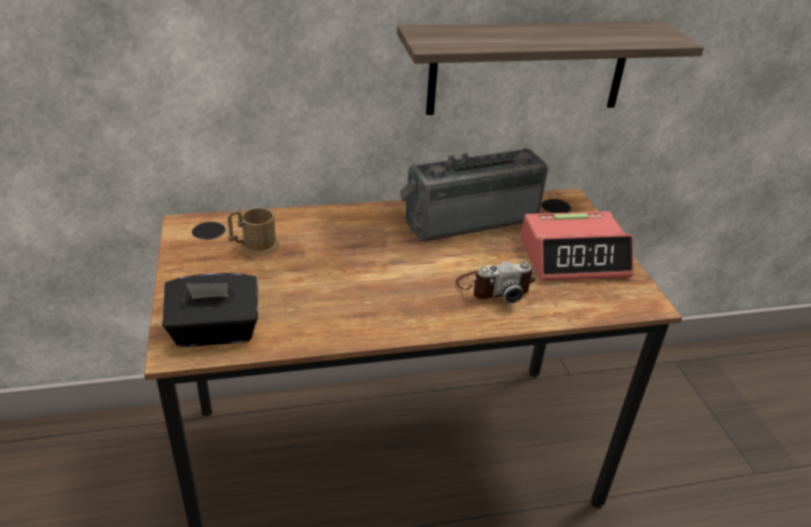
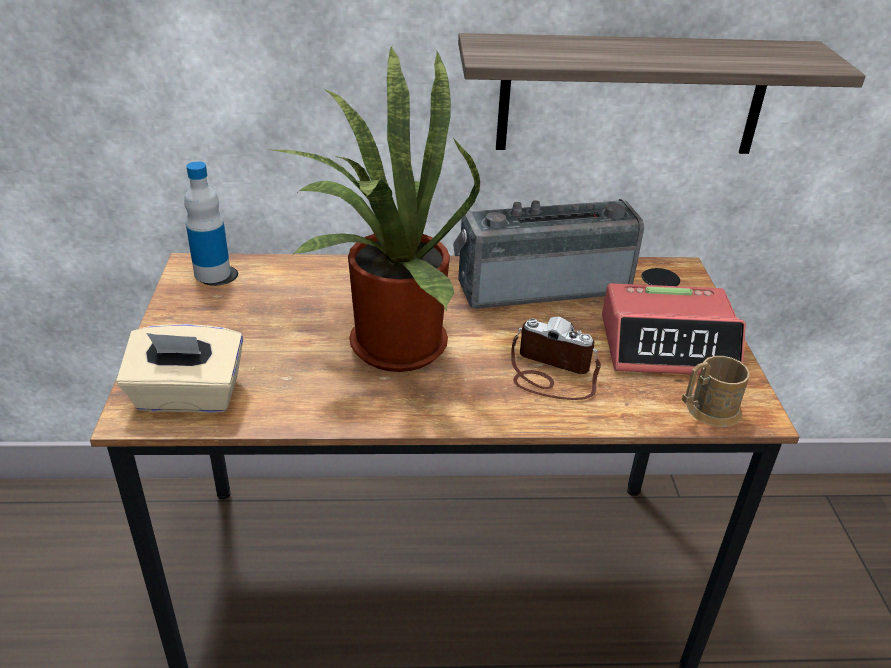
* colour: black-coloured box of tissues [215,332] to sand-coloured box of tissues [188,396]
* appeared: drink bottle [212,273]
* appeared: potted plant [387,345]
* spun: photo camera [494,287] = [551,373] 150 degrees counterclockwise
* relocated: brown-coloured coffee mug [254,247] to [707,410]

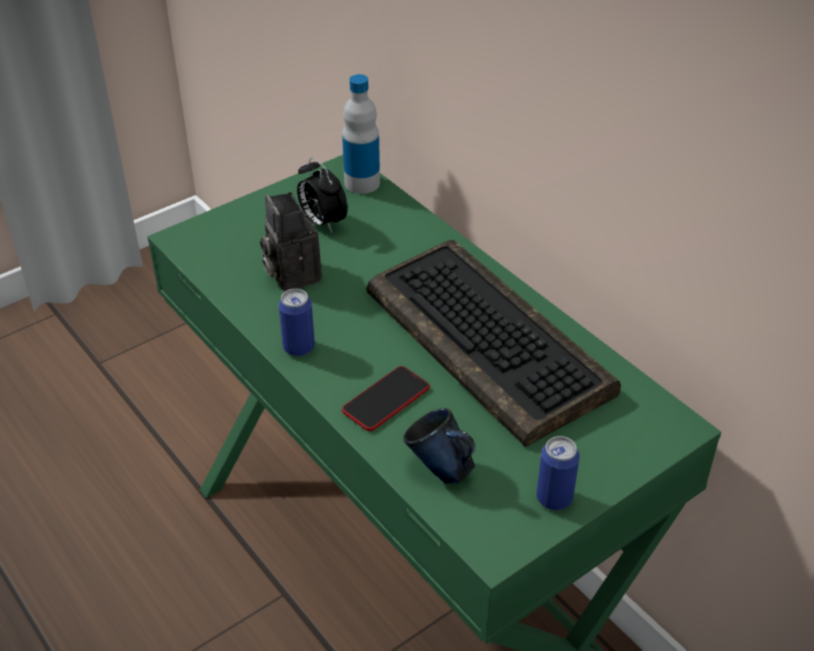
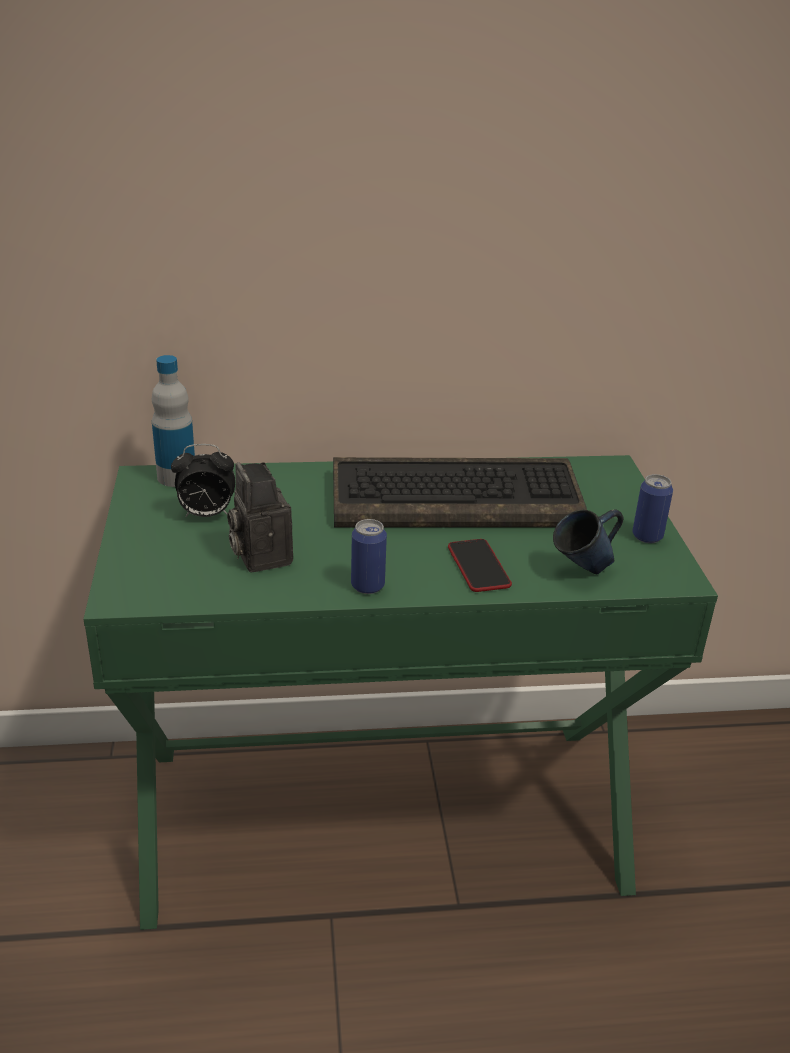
* spun: photo camera [291,274] = [259,555] 60 degrees clockwise

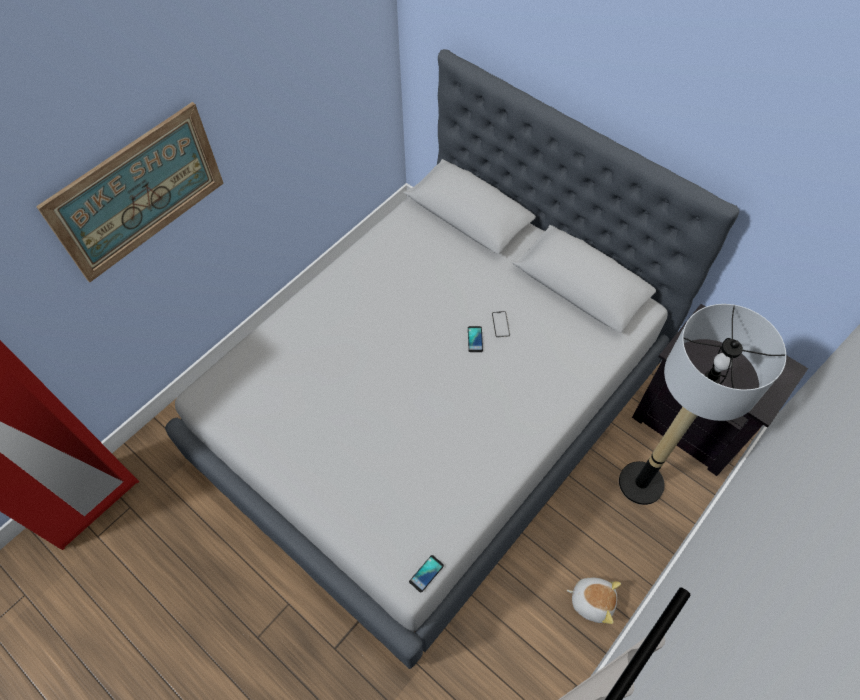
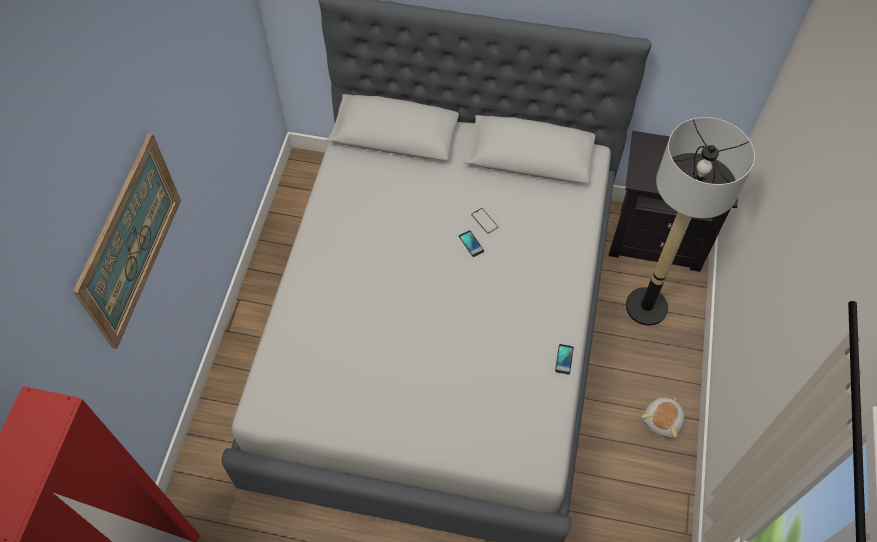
* relocated: handset [426,573] to [564,359]
* spun: plush toy [592,600] = [663,421] 135 degrees clockwise

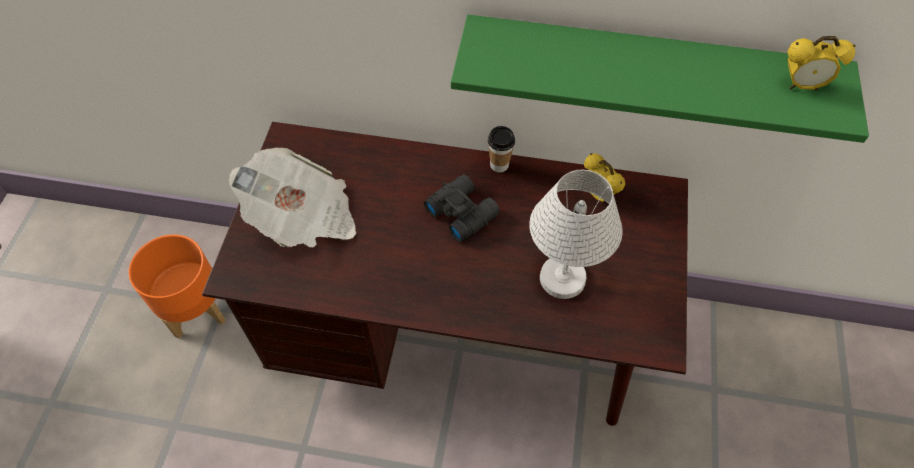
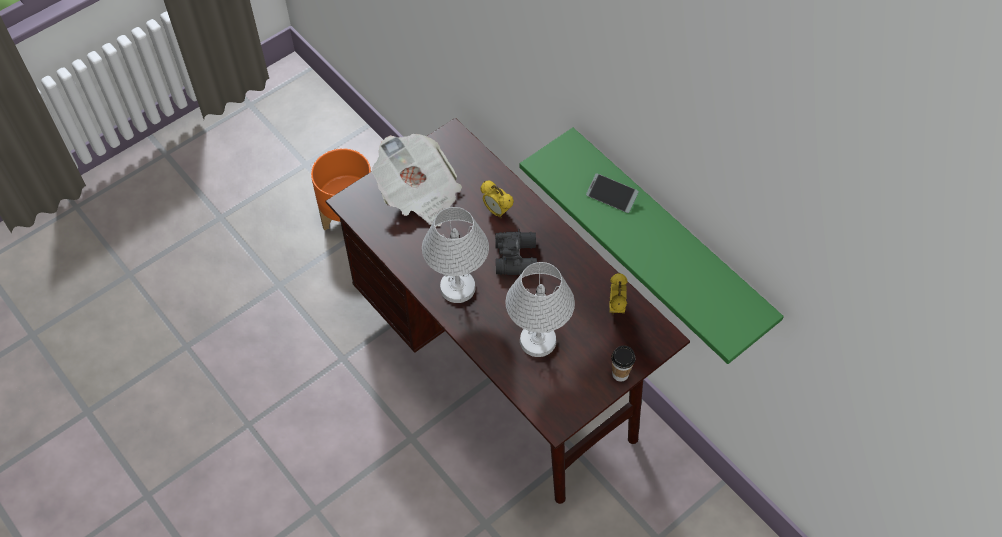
* appeared: white tabletop lamp [458,287]
* relocated: alarm clock [802,86] to [497,211]
* appeared: handset [611,196]
* relocated: cup [499,165] to [620,374]

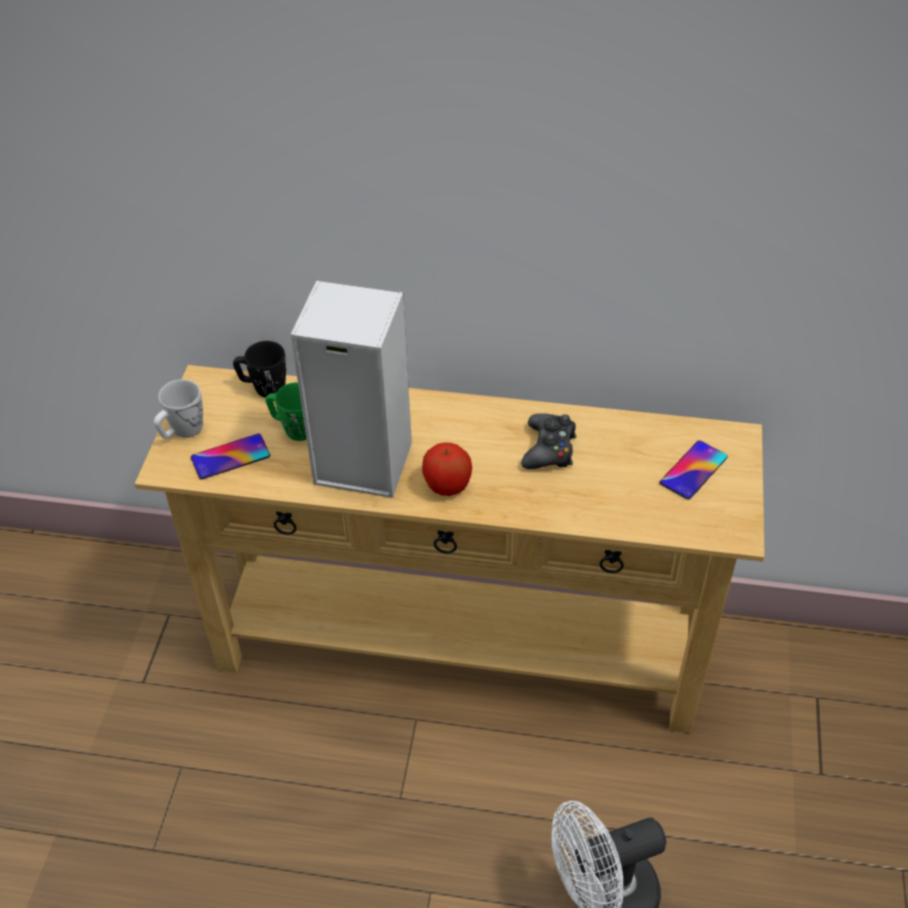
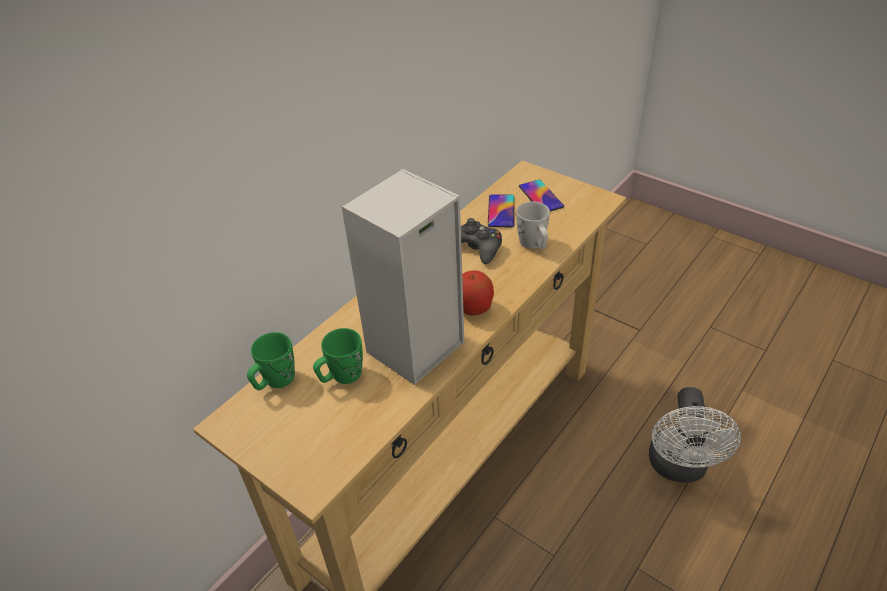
* colour: black-coloured coffee mug [263,387] to greenish coffee mug [275,382]
* relocated: handset [230,457] to [501,211]
* relocated: white coffee mug [182,431] to [534,245]

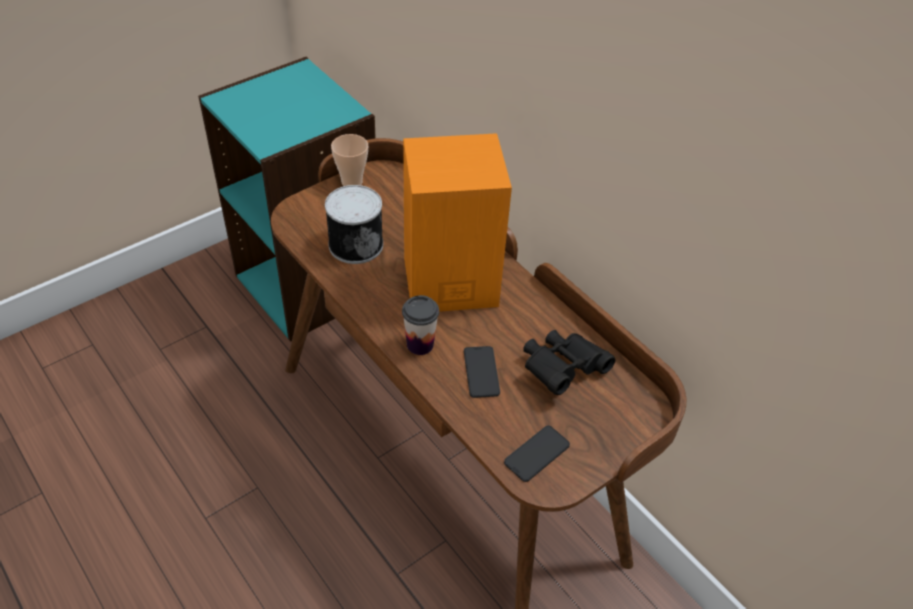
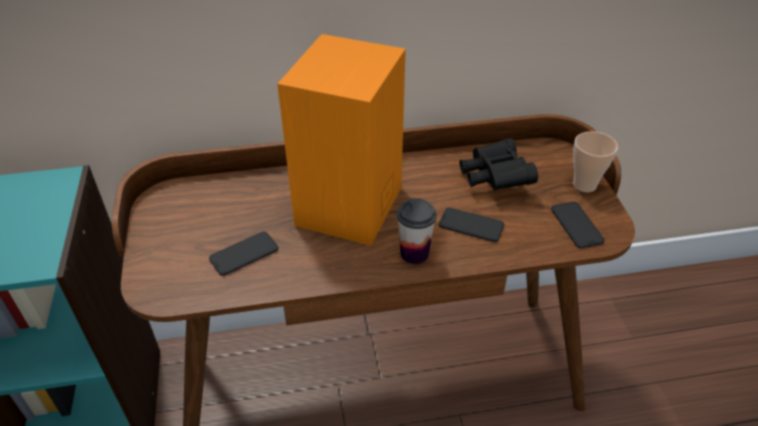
* exchanged: sealed can [355,243] to handset [244,254]
* relocated: cup [352,182] to [584,185]

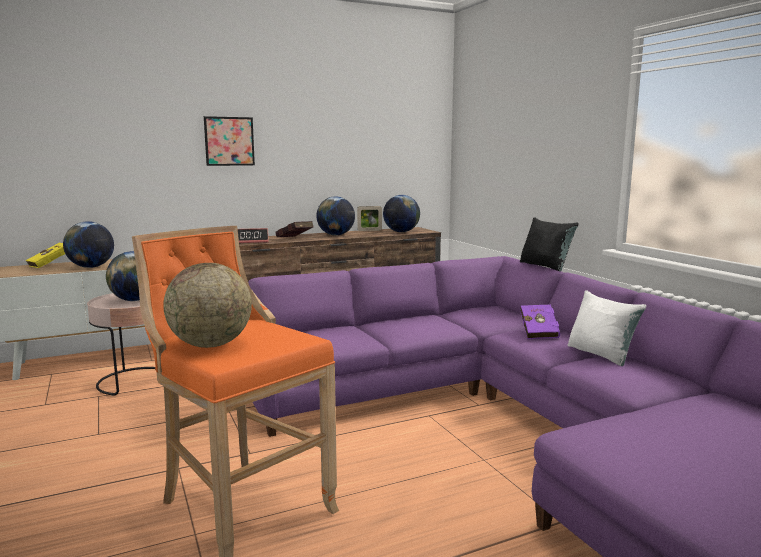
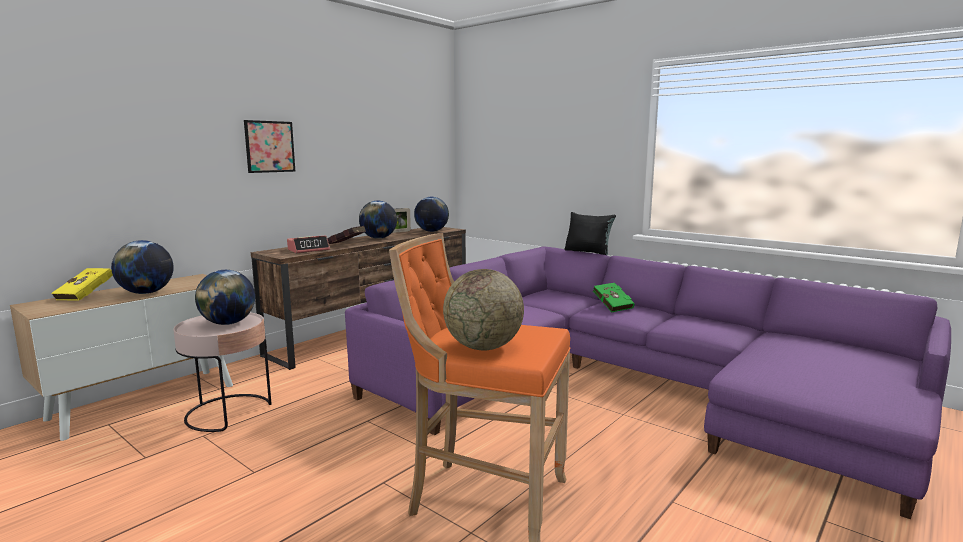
* colour: purple volume [538,333] to greenish volume [612,306]
* missing: white pillow [601,354]

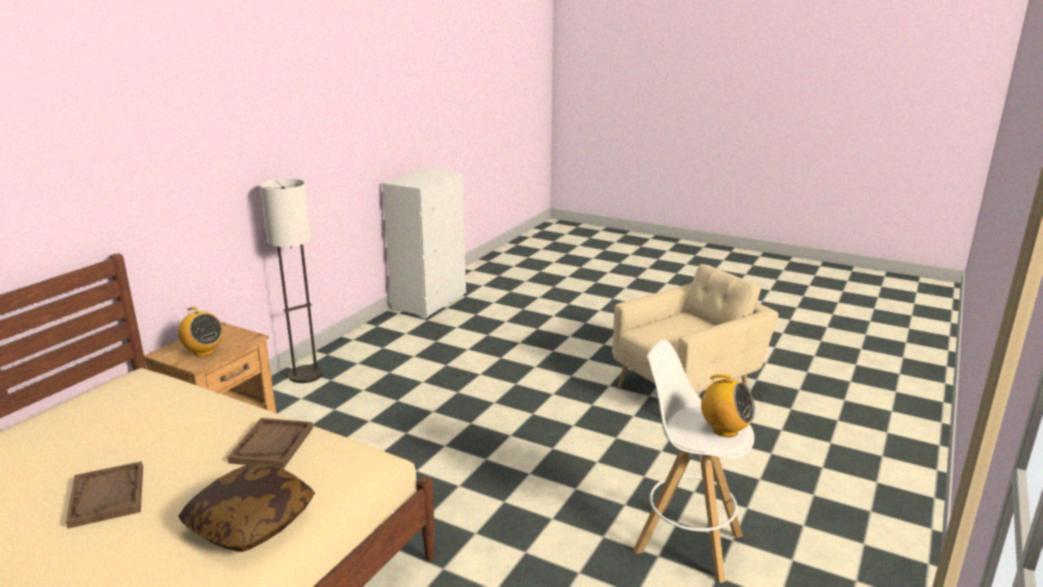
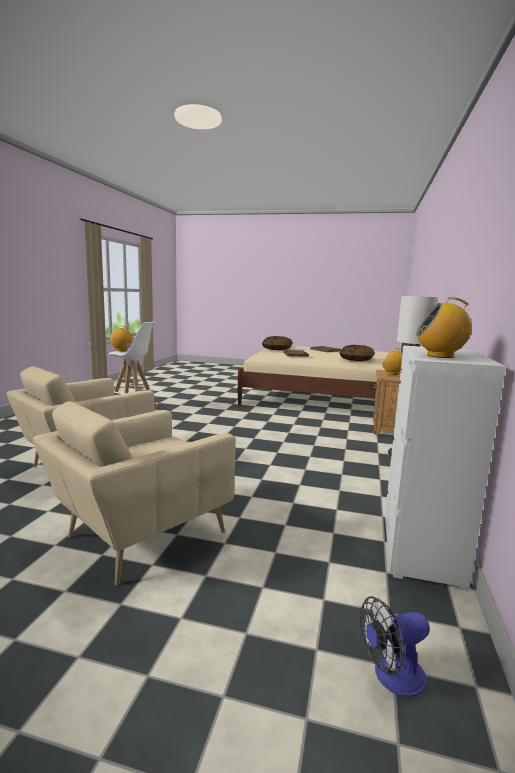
* appeared: sand-coloured armchair [140,536]
* appeared: pillow [356,360]
* appeared: fan [391,676]
* appeared: radio receiver [440,356]

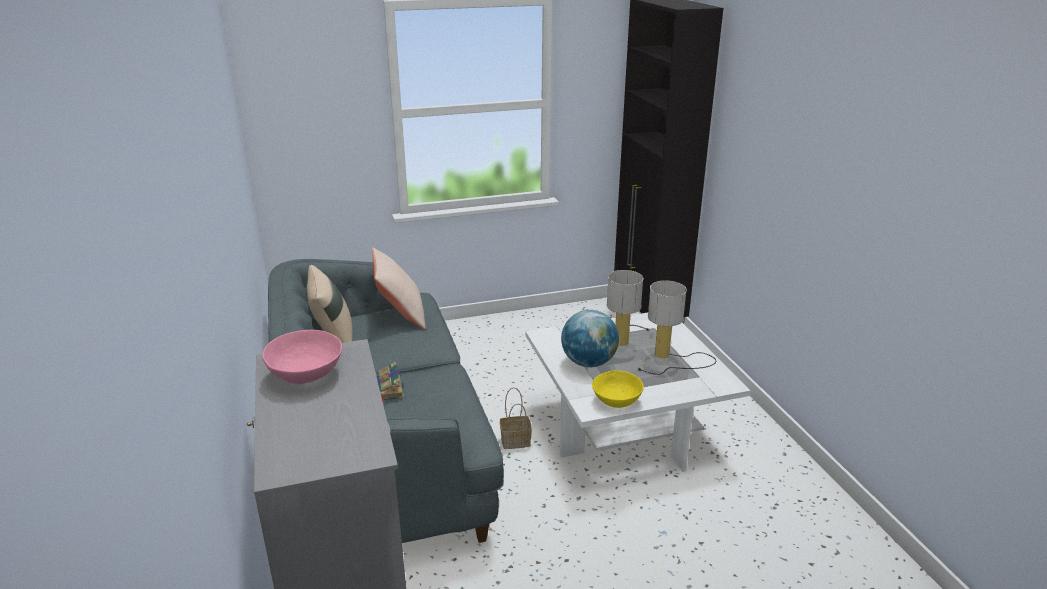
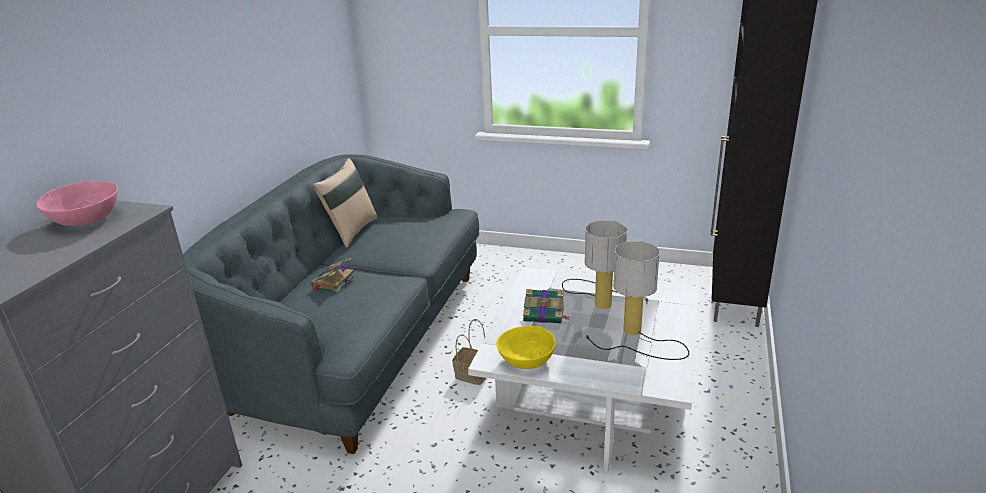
* exchanged: desk globe [589,363] to volume [545,314]
* missing: sand-coloured pillow [400,314]

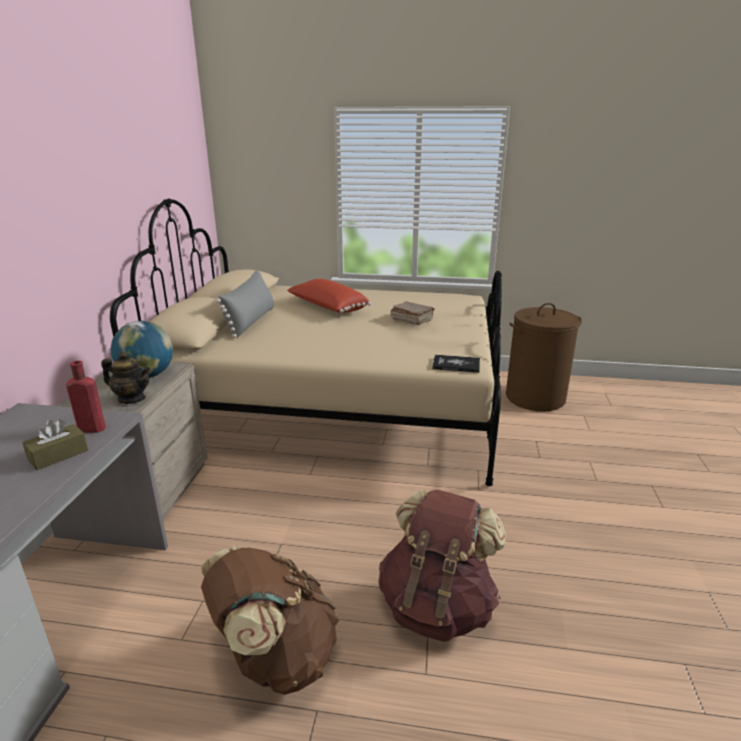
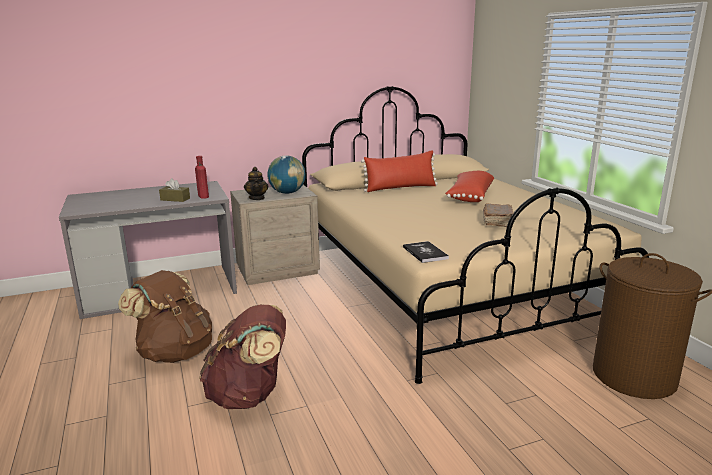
* colour: gray pillow [251,321] to reddish pillow [400,188]

